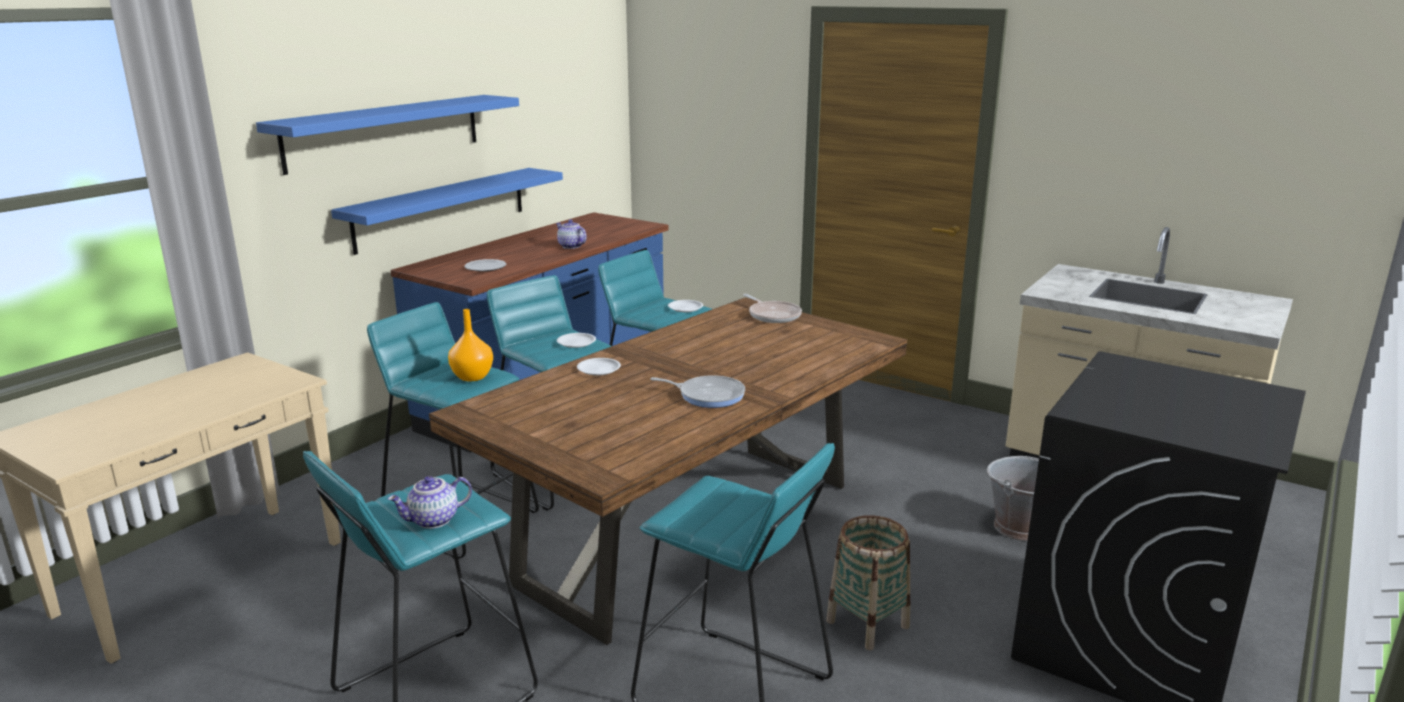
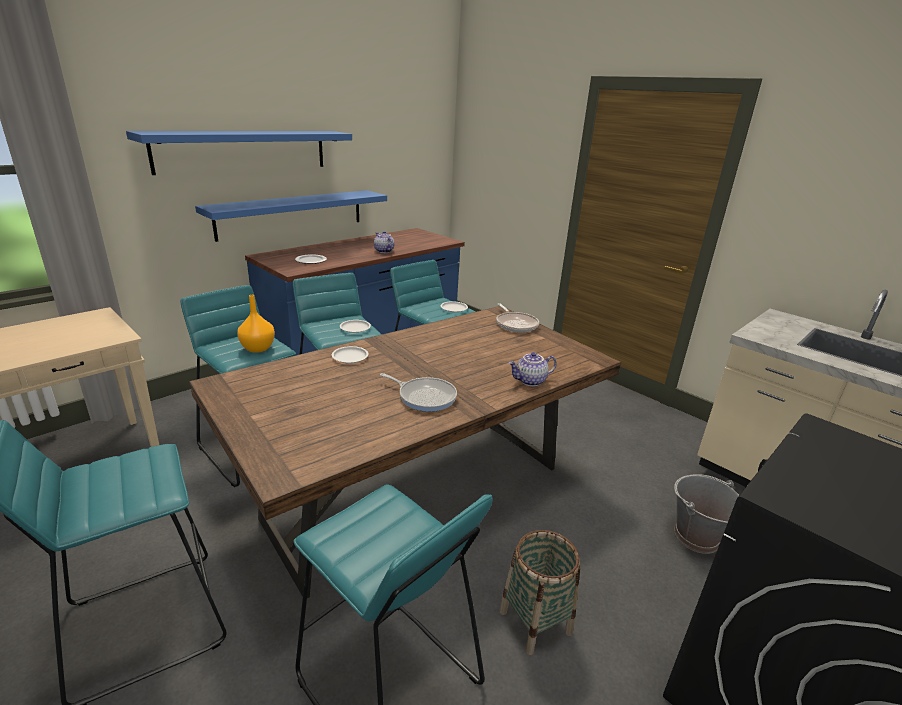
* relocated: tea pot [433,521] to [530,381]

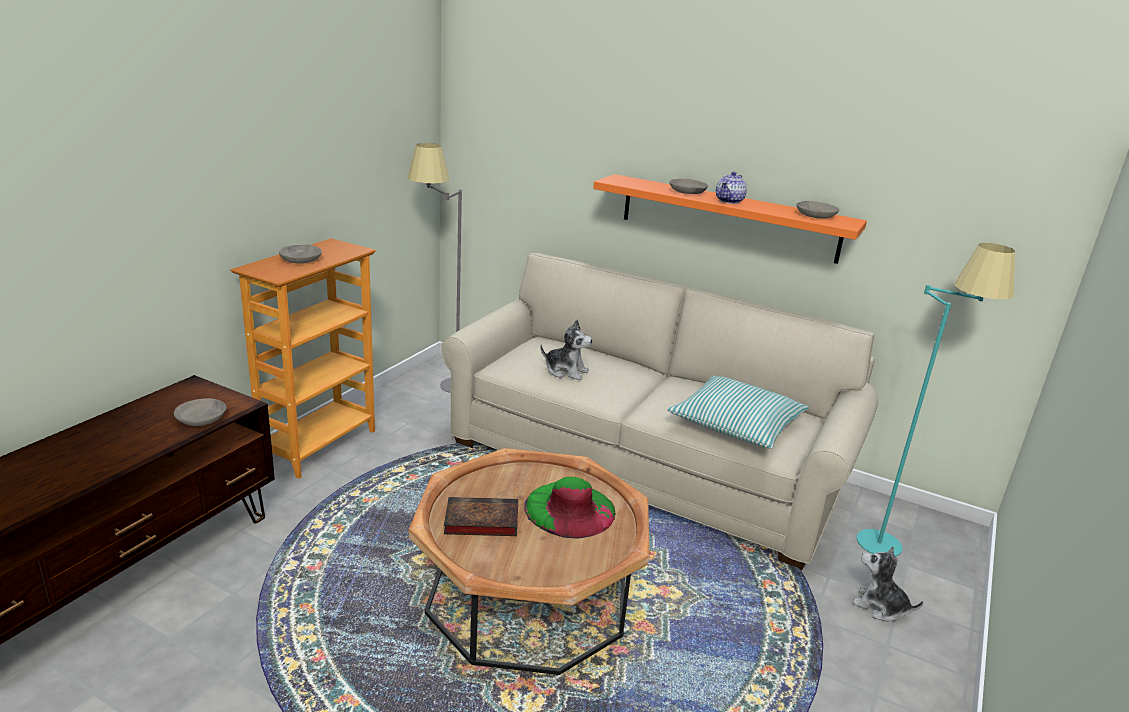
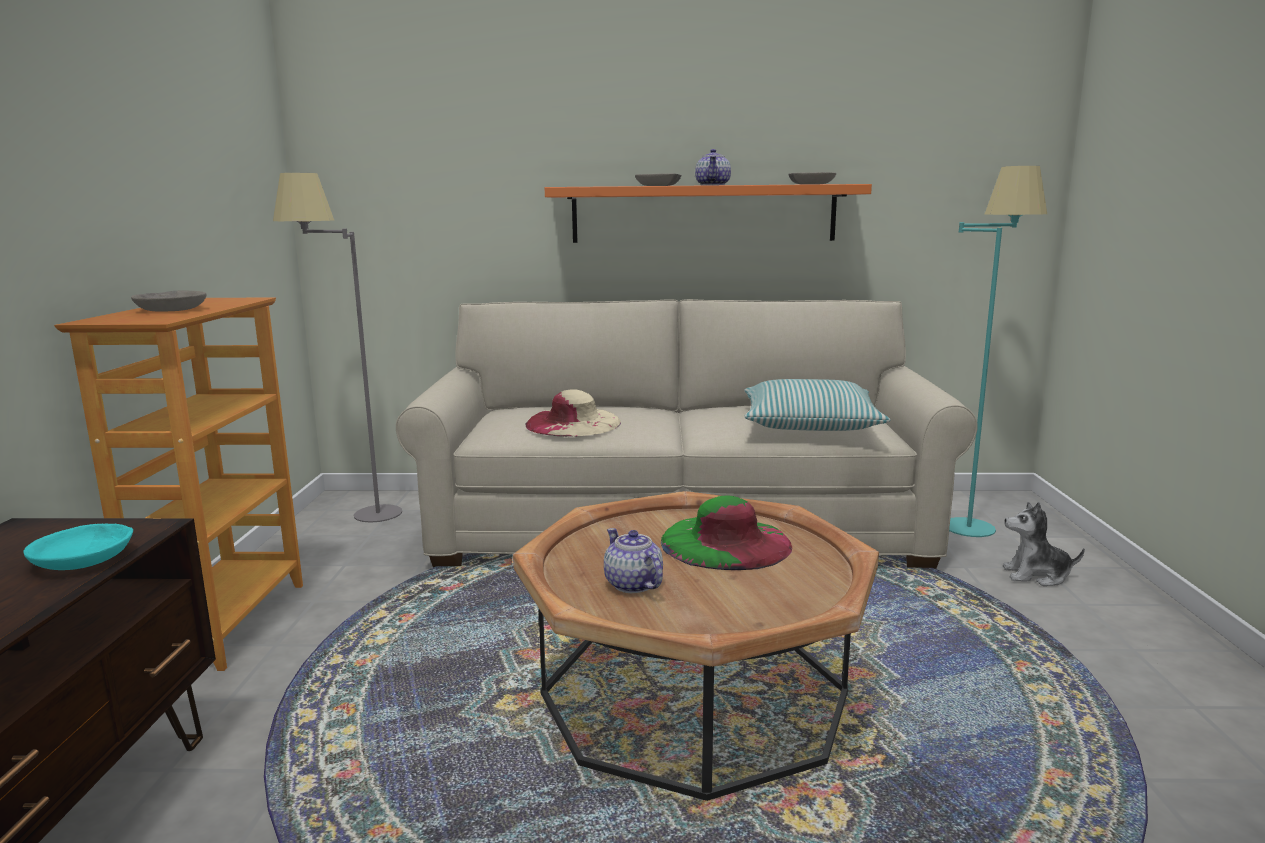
* colour: gray deep dish [202,419] to turquoise-coloured deep dish [85,559]
* exchanged: plush toy [566,371] to sand-coloured hat [573,423]
* exchanged: volume [479,521] to tea pot [633,585]

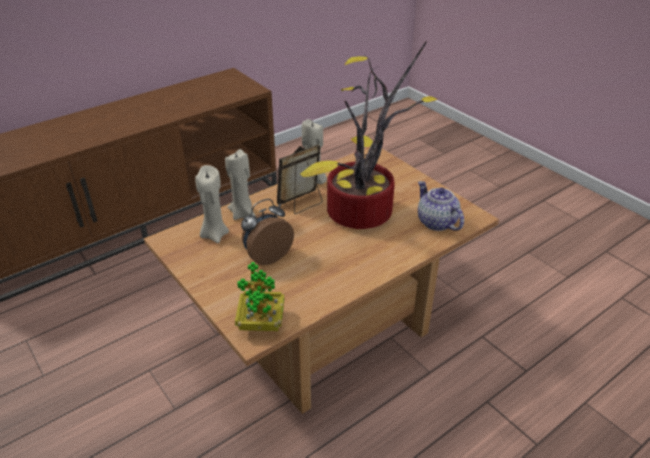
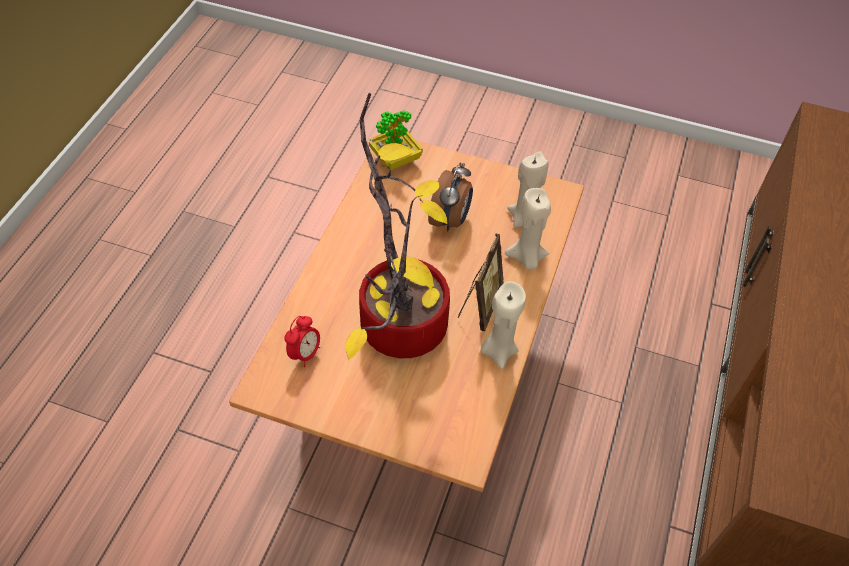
* exchanged: tea pot [436,222] to alarm clock [305,354]

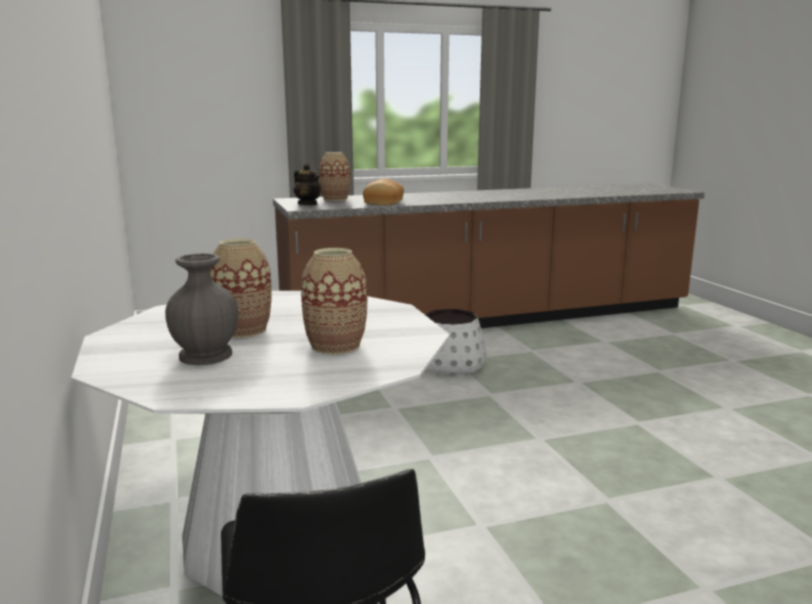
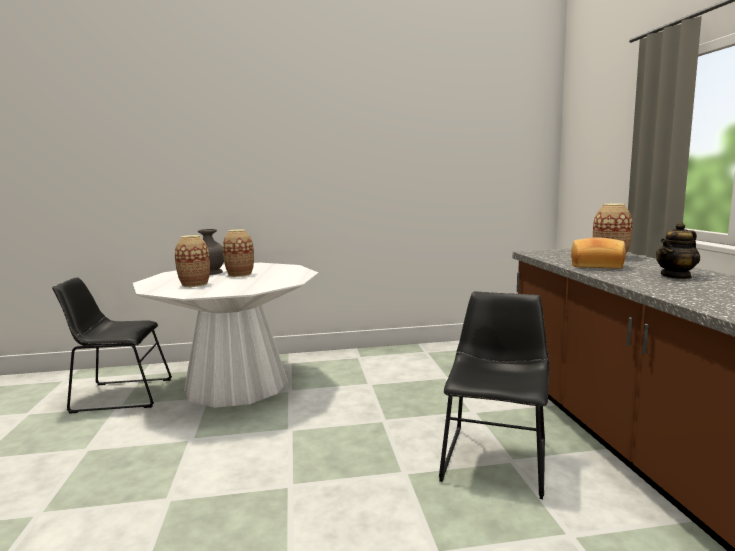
* exchanged: white plant pot [450,364] to black-coloured upright chair [496,457]
* relocated: tea pot [308,204] to [676,276]

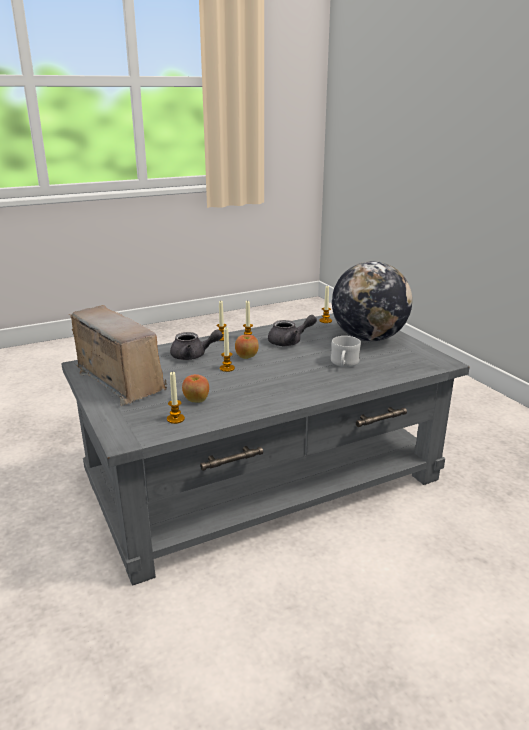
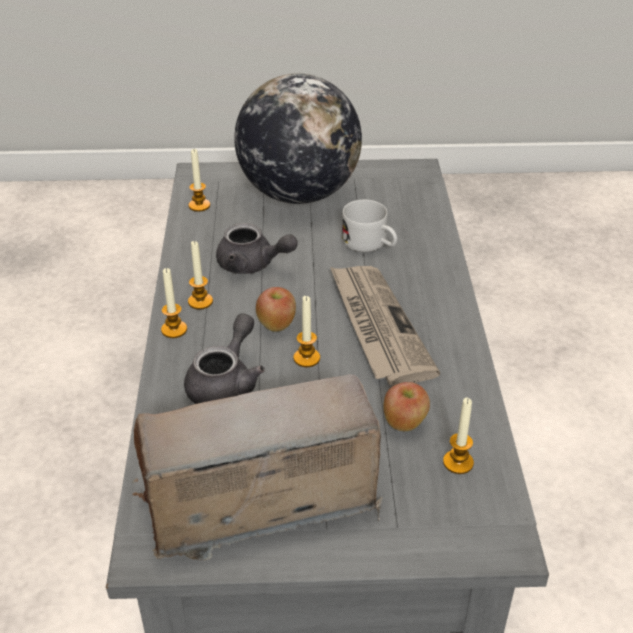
* spun: gray tea pot [290,342] = [252,265] 105 degrees clockwise
* appeared: daily paper [377,326]

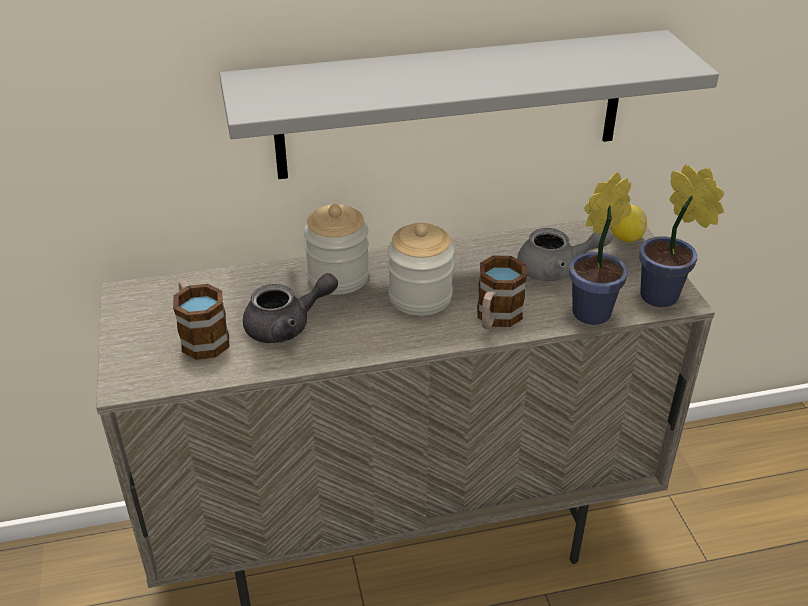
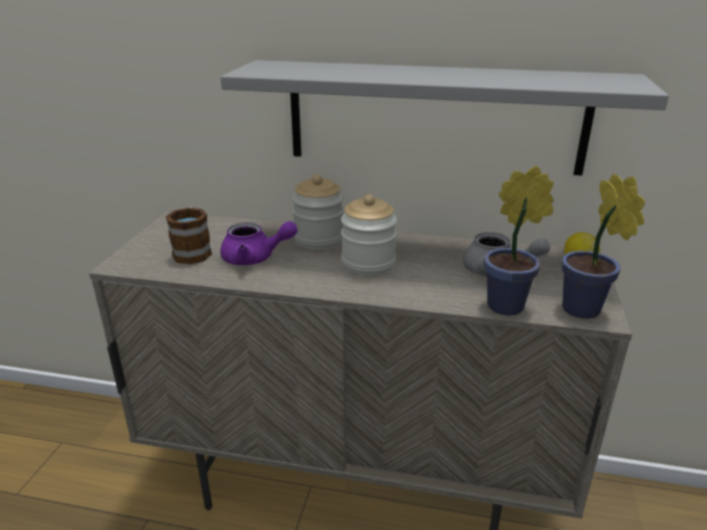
* colour: gray tea pot [287,326] to purple tea pot [255,258]
* missing: coffee mug [495,318]

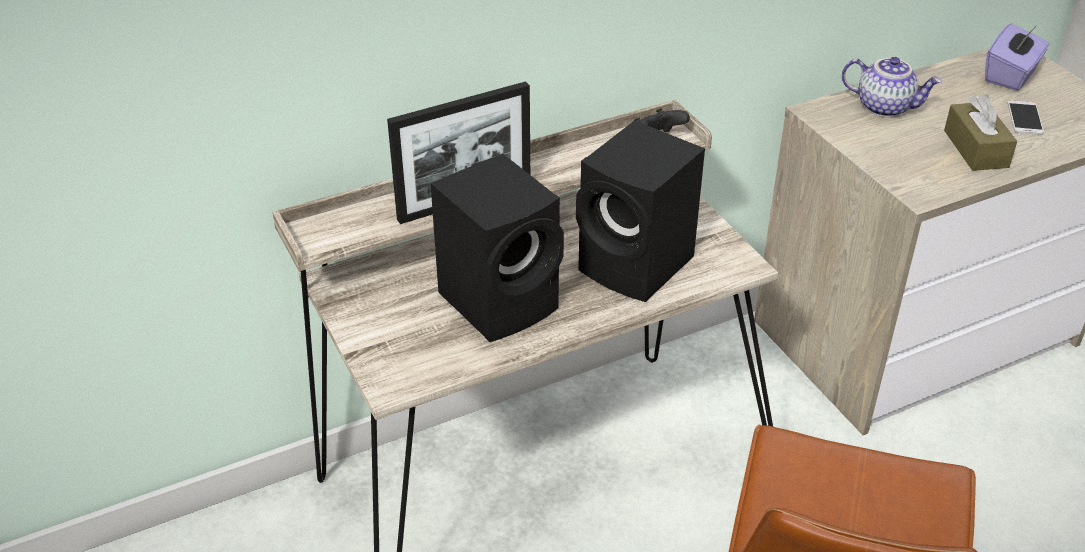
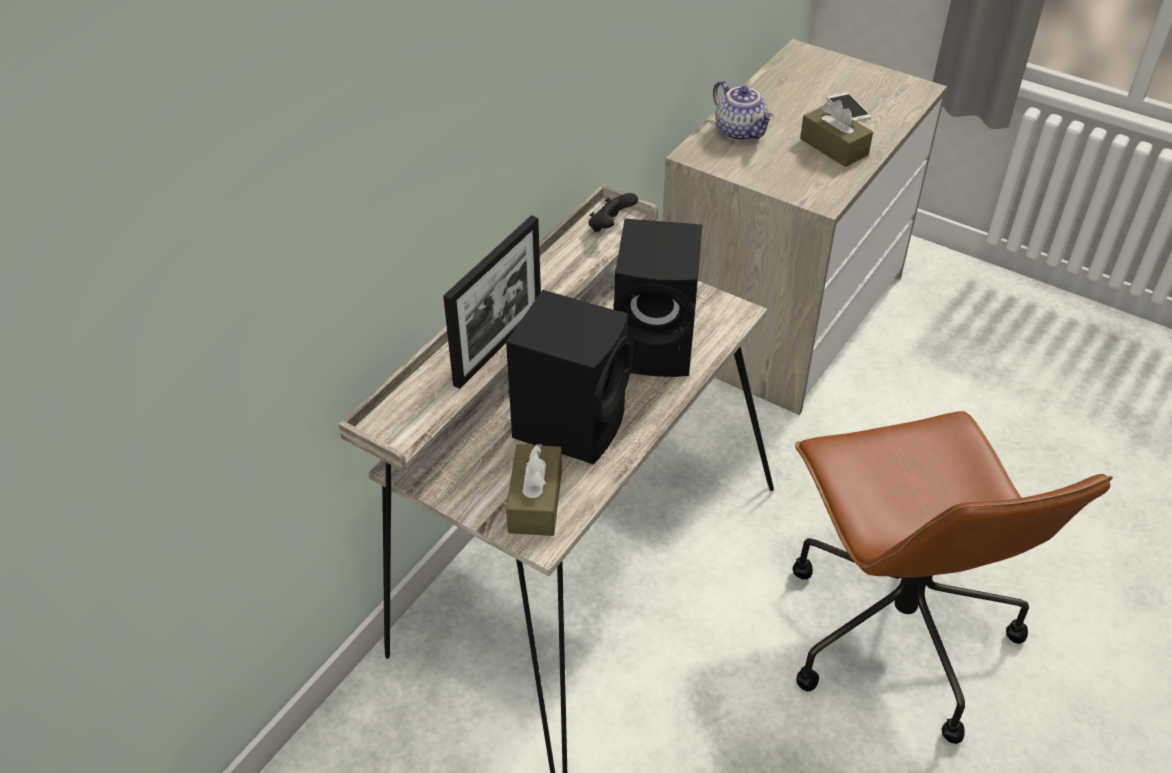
* appeared: brown-coloured box of tissues [535,501]
* spun: tea pot [885,106] = [741,131] 60 degrees clockwise
* missing: purple box of tissues [1011,75]

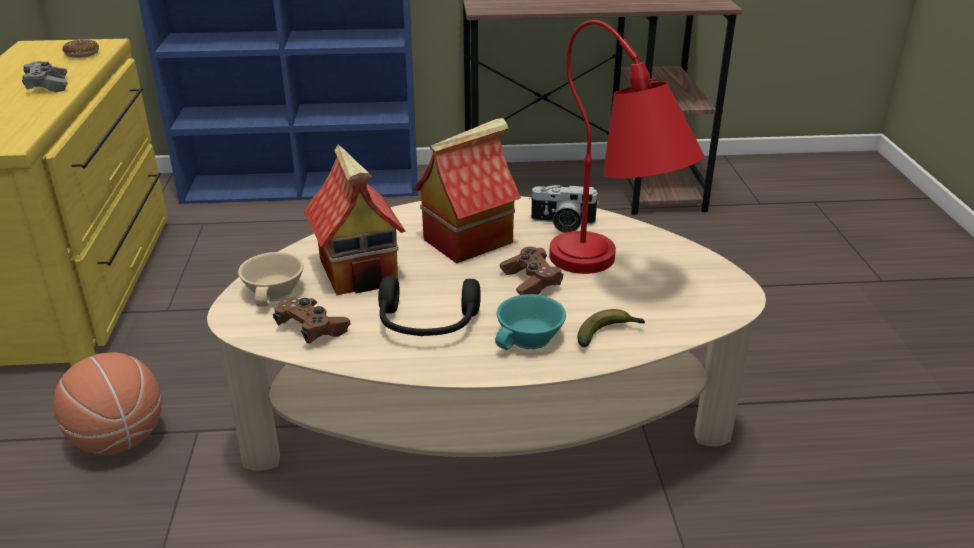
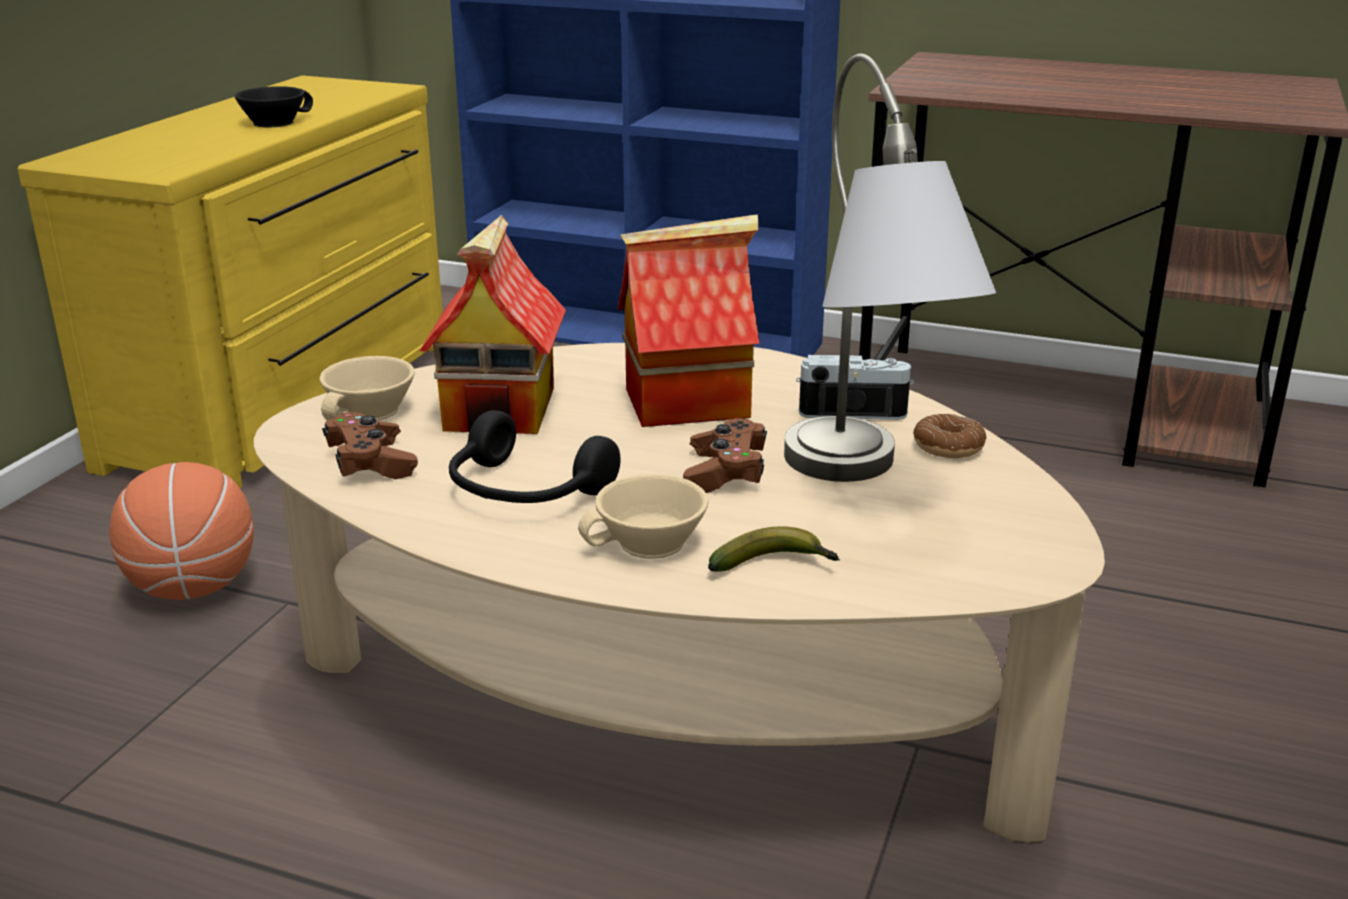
* exchanged: gray game controller [47,86] to black-coloured cup [274,122]
* colour: turquoise-coloured cup [530,339] to sand-coloured cup [649,544]
* colour: reddish tabletop lamp [615,275] to gray tabletop lamp [866,491]
* spun: photo camera [562,224] = [851,408] 150 degrees clockwise
* relocated: doughnut [82,54] to [948,447]

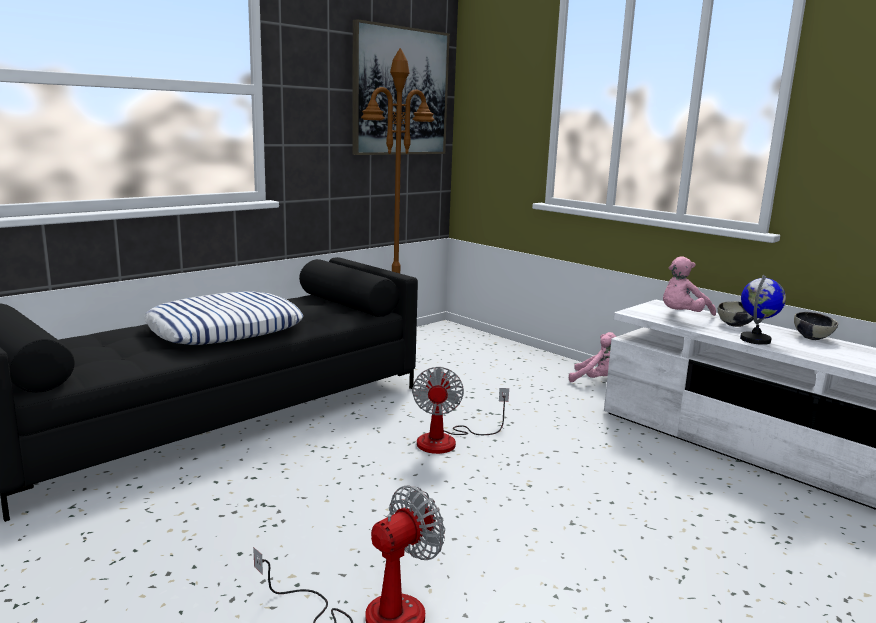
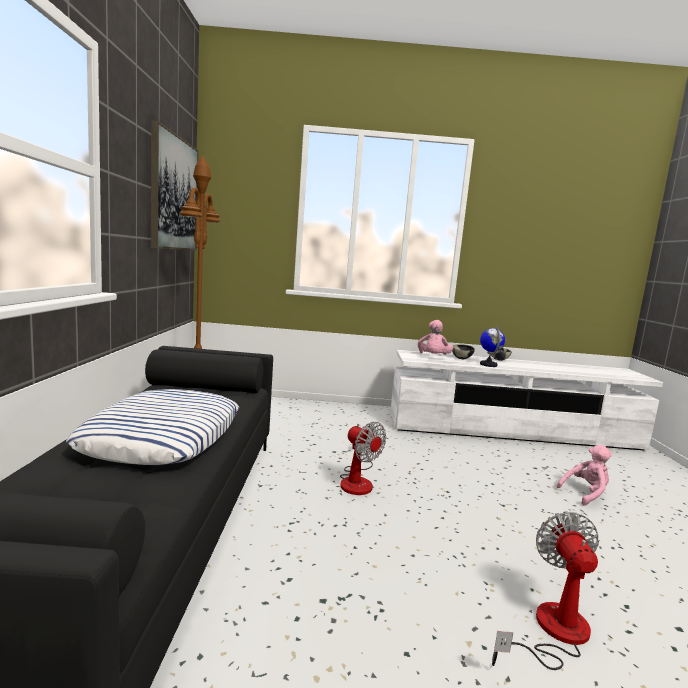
* relocated: pink plush toy [596,380] to [585,494]

